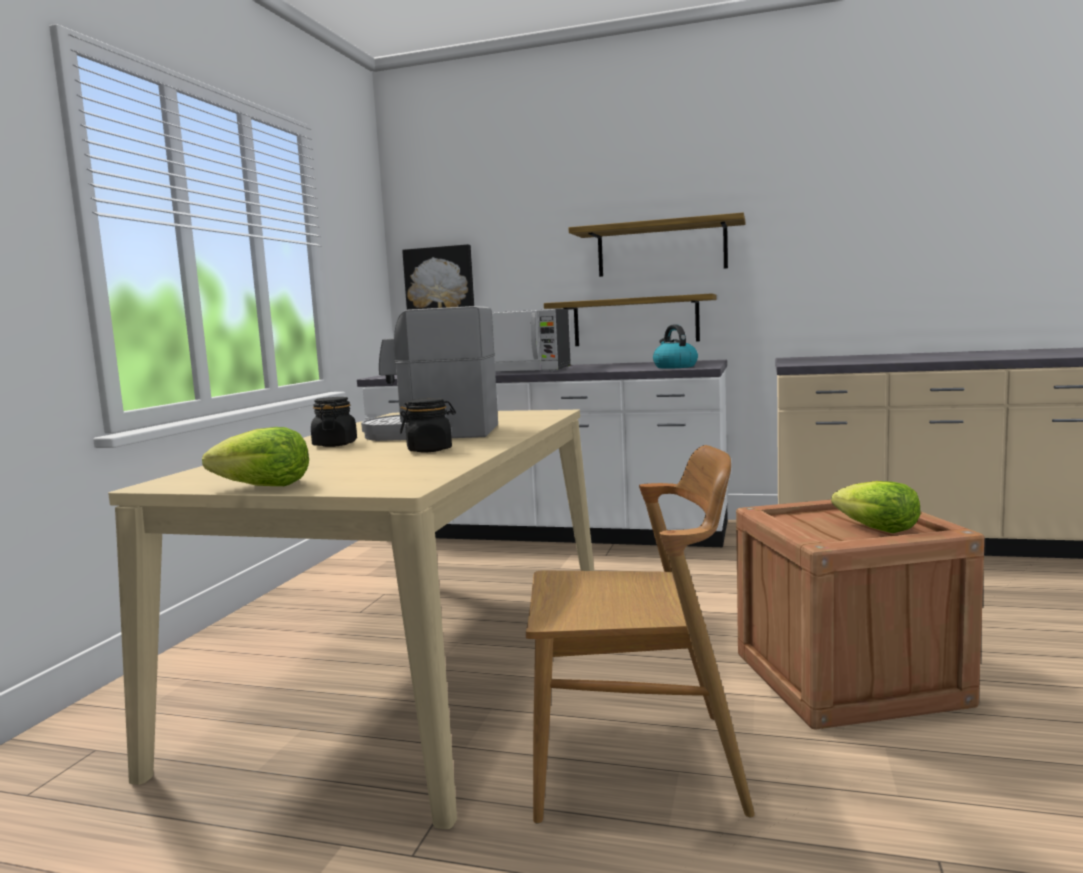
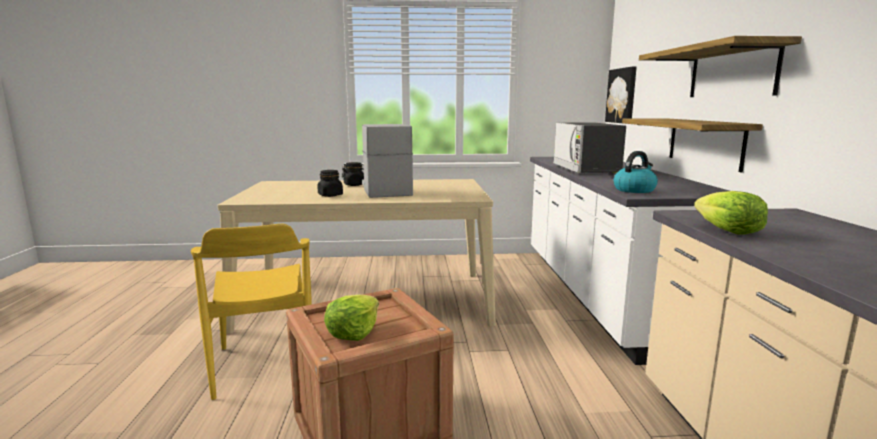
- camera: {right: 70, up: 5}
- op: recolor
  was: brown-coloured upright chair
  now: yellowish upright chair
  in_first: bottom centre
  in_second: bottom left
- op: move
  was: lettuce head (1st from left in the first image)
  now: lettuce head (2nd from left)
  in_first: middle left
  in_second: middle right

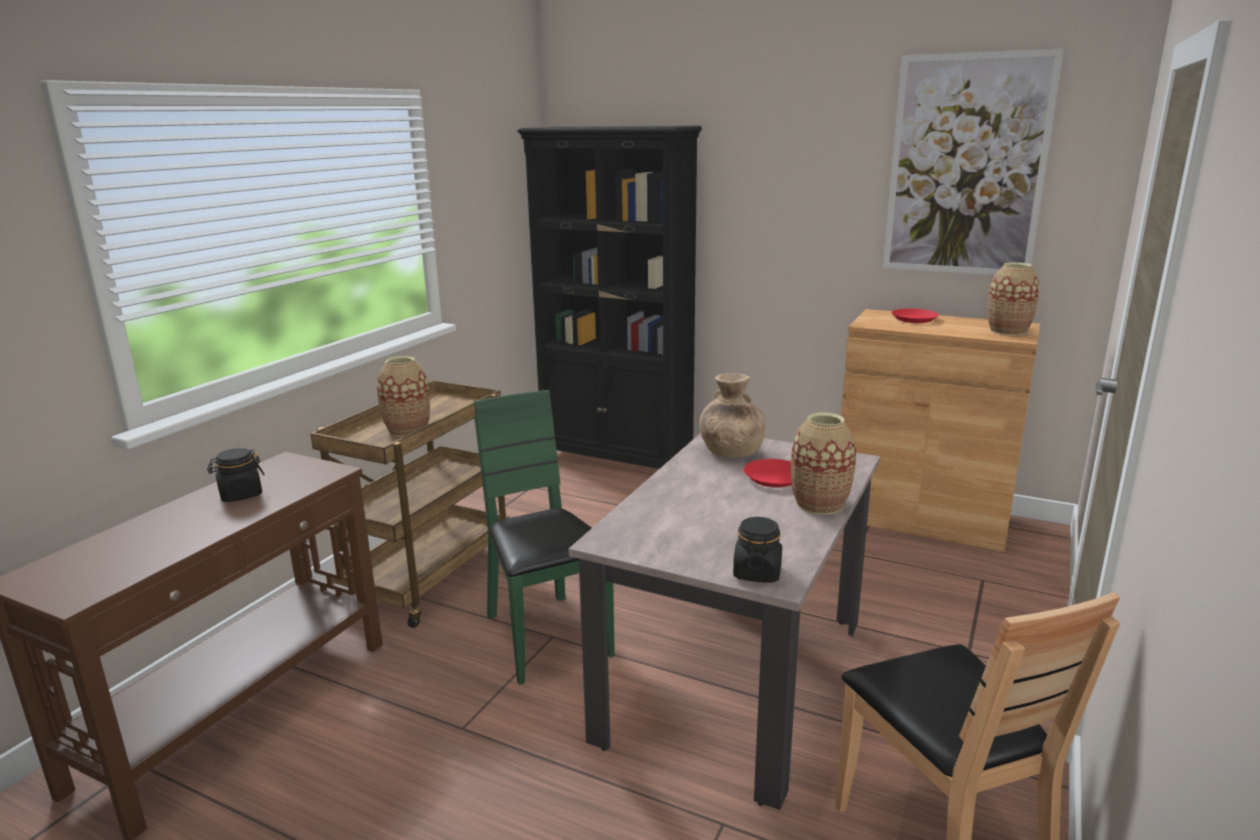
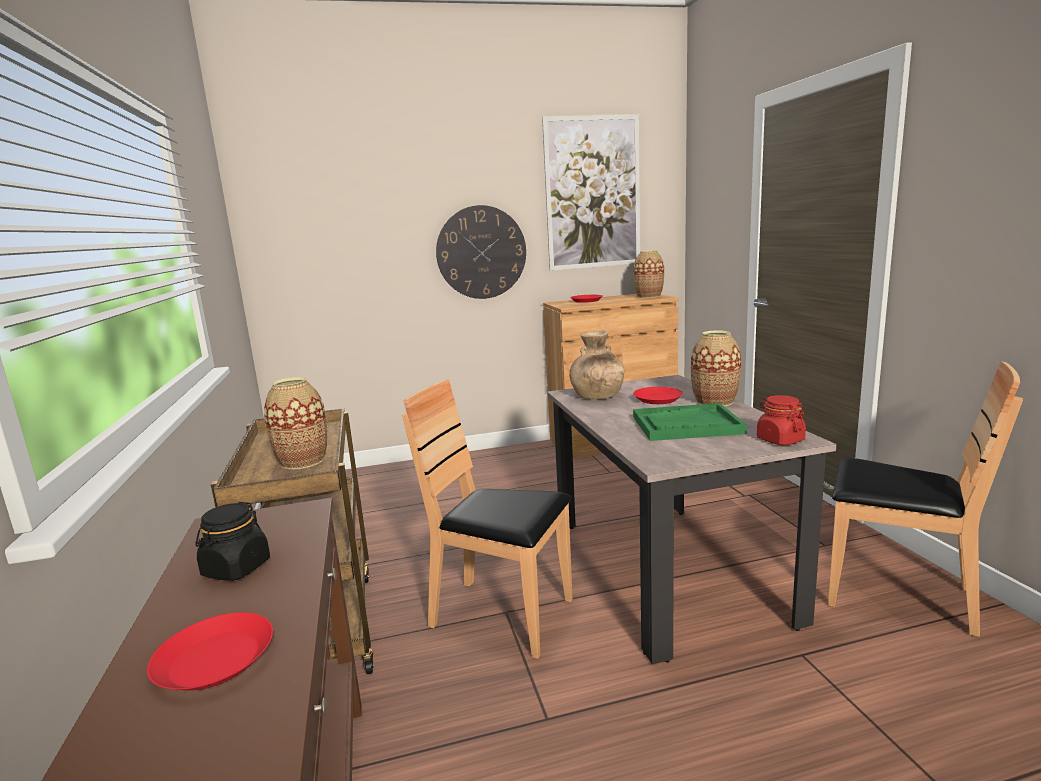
- camera: {right: -40, up: -5}
- op: insert
  now: red-coloured plate (1st from left)
  in_second: bottom left
- op: recolor
  was: green-coloured upright chair
  now: brown-coloured upright chair (1st from left)
  in_first: centre
  in_second: centre
- op: insert
  now: hanging clock
  in_second: top centre
- op: insert
  now: green-coloured carrying tray
  in_second: centre
- op: recolor
  was: black-coloured preserve jar (2nd from left)
  now: red-coloured preserve jar
  in_first: centre
  in_second: middle right
- op: delete
  was: black-coloured bookshelf
  in_first: centre

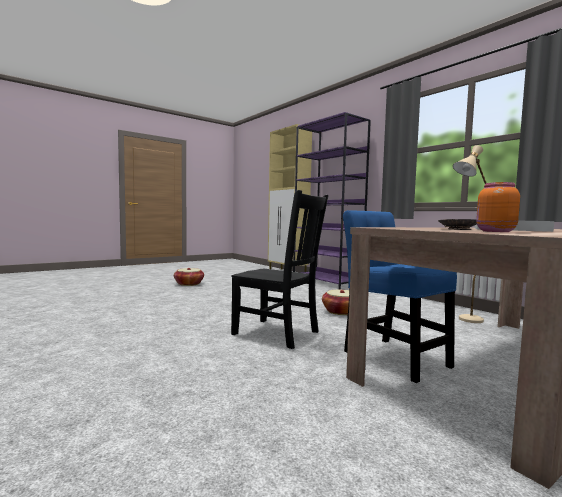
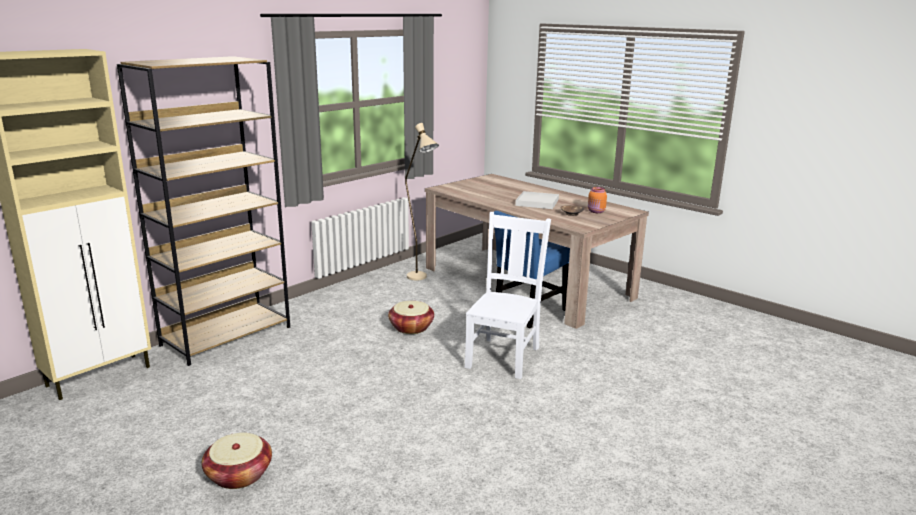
- camera: {right: -100, up: 15}
- op: recolor
  was: purplish bookshelf
  now: brown-coloured bookshelf
  in_first: centre
  in_second: middle left
- op: recolor
  was: black-coloured upright chair
  now: white upright chair
  in_first: centre
  in_second: centre

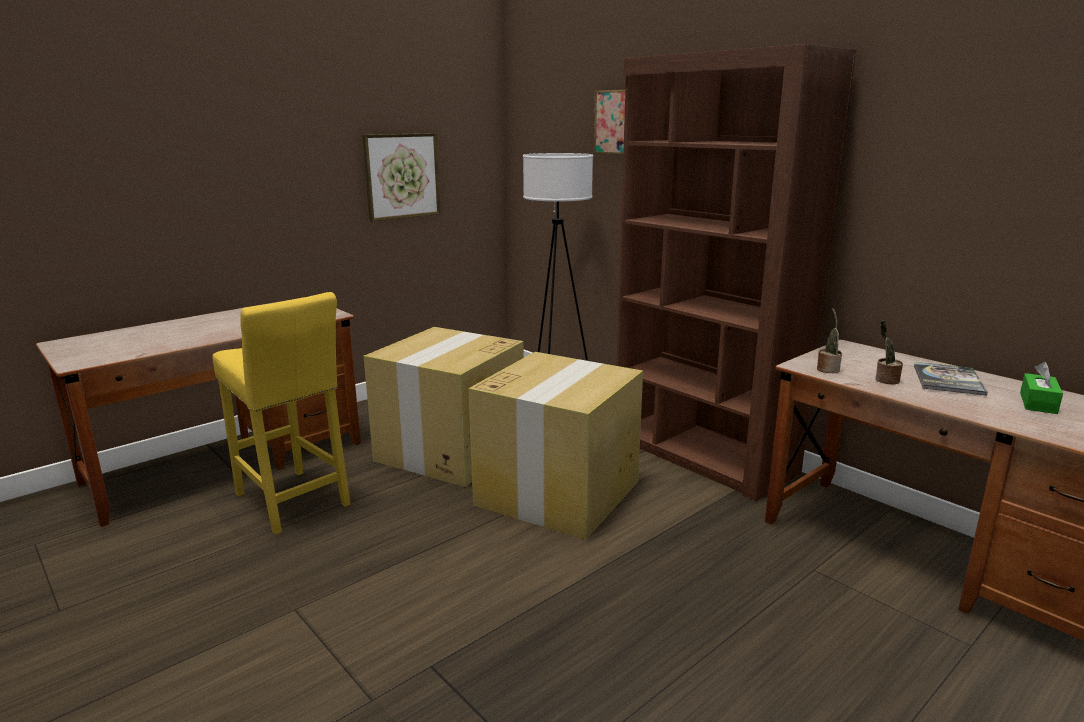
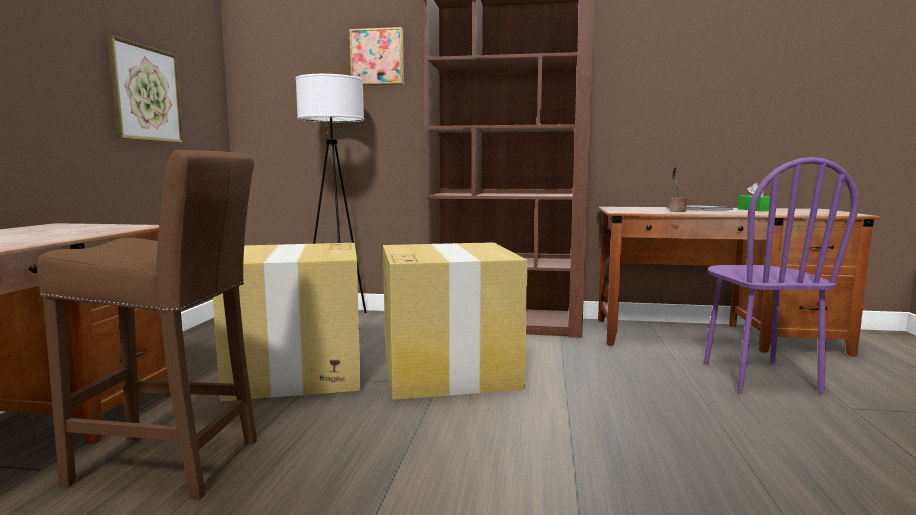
- camera: {right: -40, up: -10}
- op: recolor
  was: yellowish stool
  now: brown-coloured stool
  in_first: middle left
  in_second: middle left
- op: insert
  now: purplish upright chair
  in_second: middle right
- op: delete
  was: plant in a pot (1st from left)
  in_first: middle right

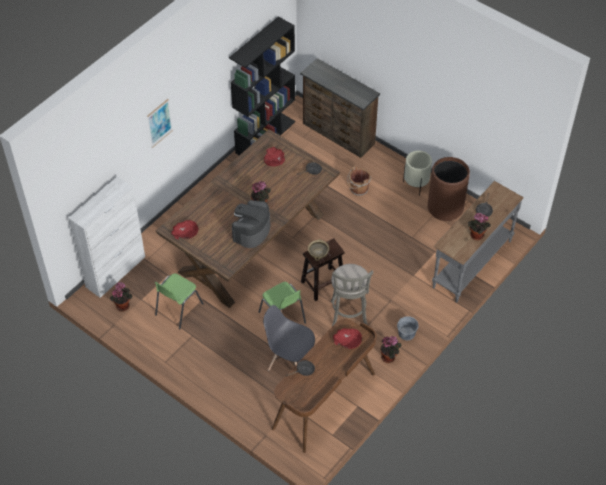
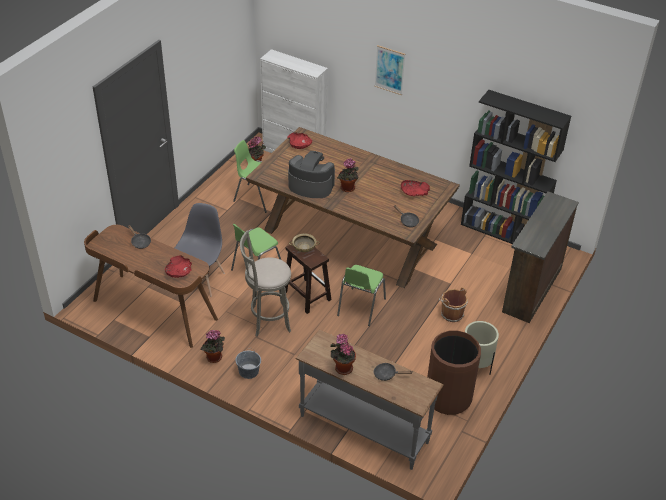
- camera: {right: 80, up: -10}
- op: insert
  now: green-coloured upright chair (3rd from left)
  in_second: centre

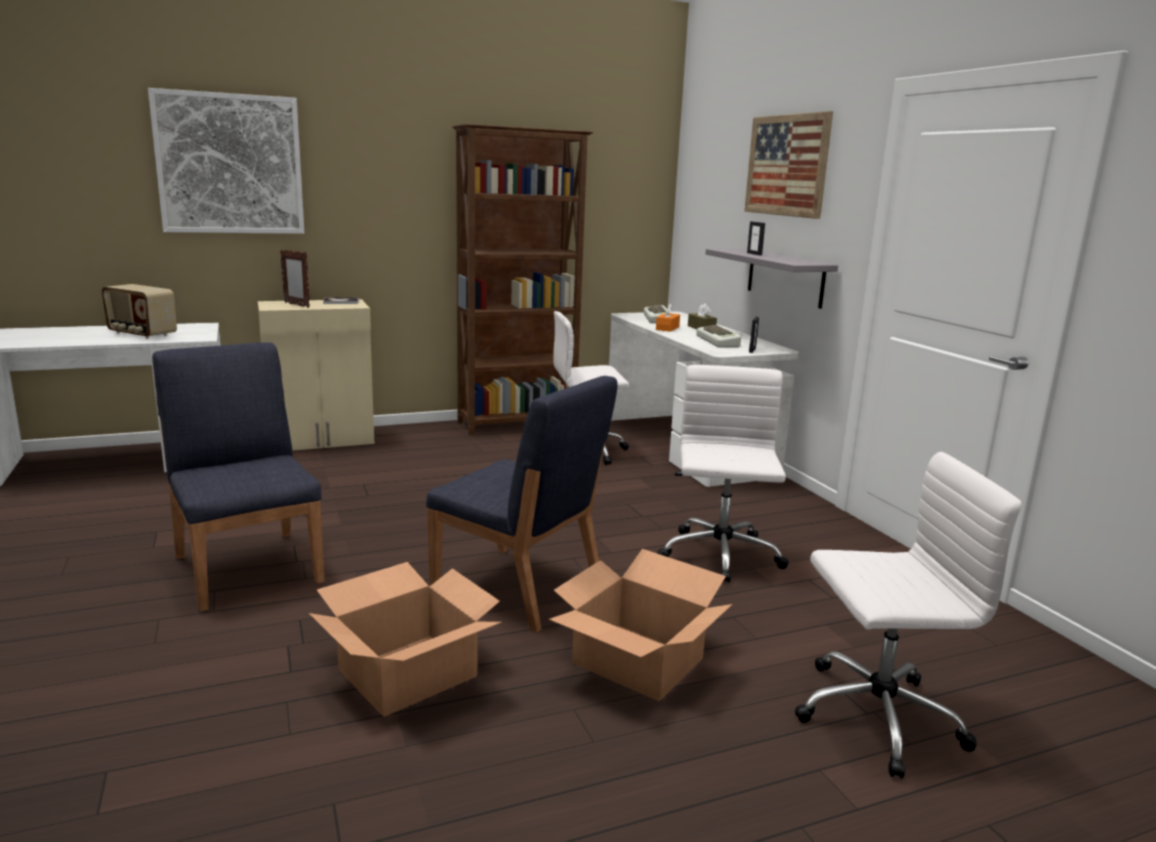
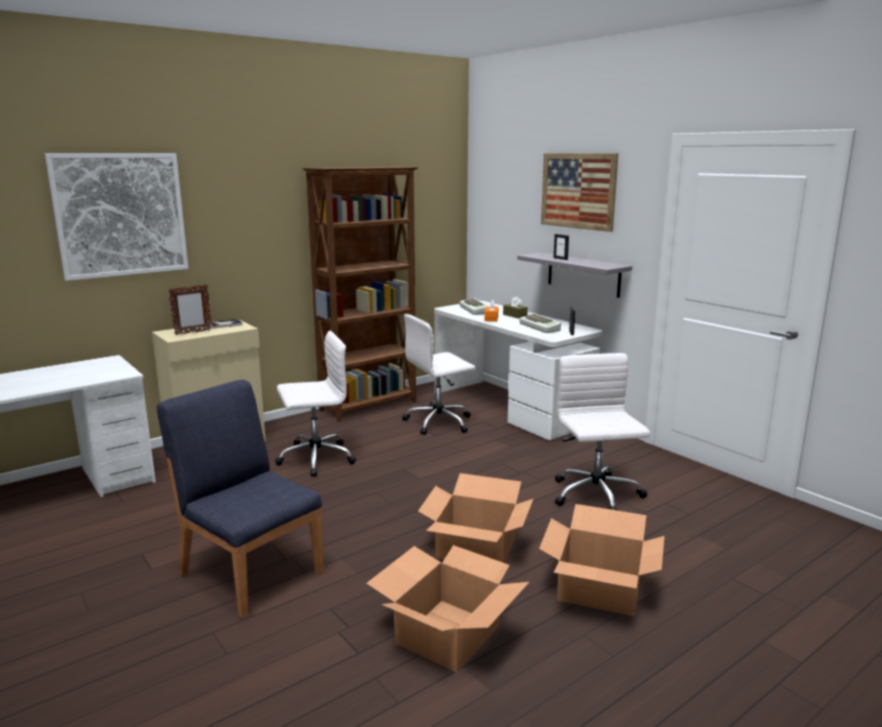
- camera: {right: -15, up: 0}
- op: rotate
  was: picture frame (1st from left)
  in_first: top left
  in_second: middle left
  clockwise: -60
- op: move
  was: white desk chair (3rd from left in the first image)
  now: white desk chair (1st from left)
  in_first: bottom right
  in_second: centre
- op: replace
  was: bluish upright chair (2nd from left)
  now: packing box (2nd from left)
  in_first: centre
  in_second: bottom centre
- op: delete
  was: radio set
  in_first: middle left

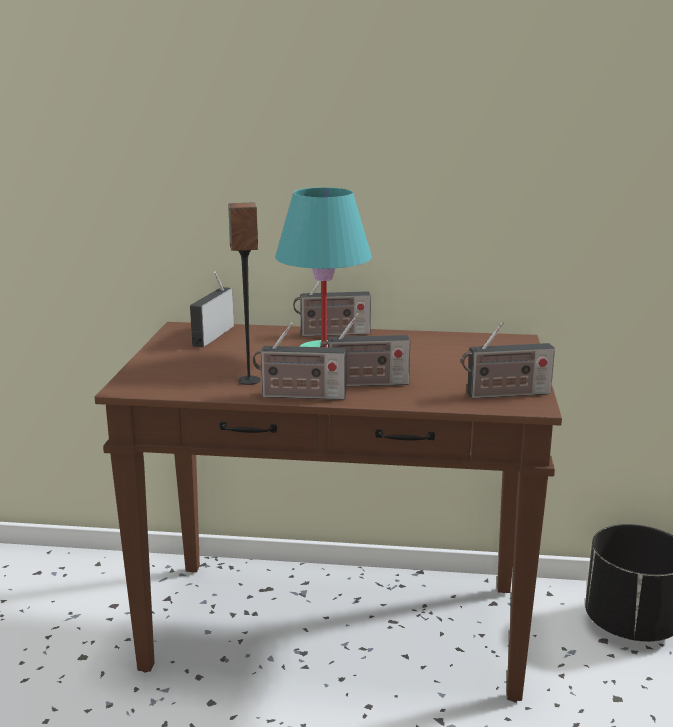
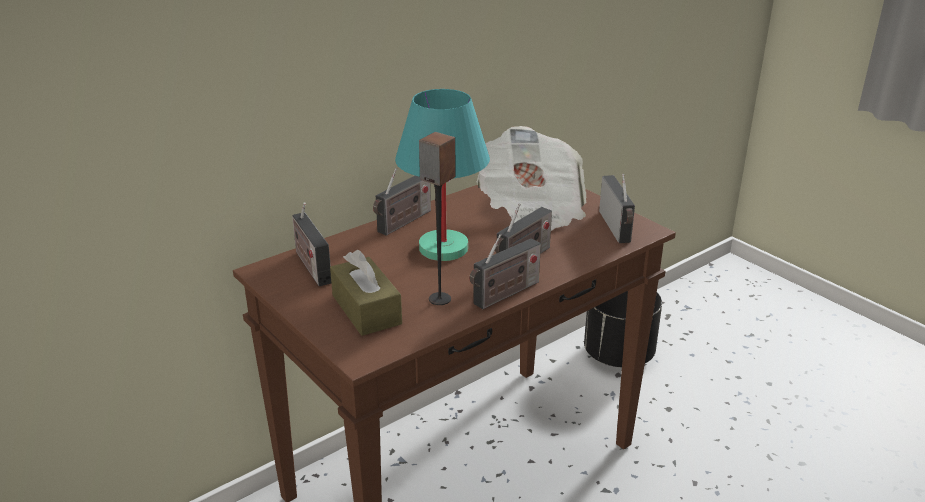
- camera: {right: -45, up: 10}
- op: insert
  now: brown-coloured tissue box
  in_second: centre
- op: insert
  now: daily paper
  in_second: centre
- op: rotate
  was: radio set (5th from left)
  in_first: middle right
  in_second: middle right
  clockwise: -45

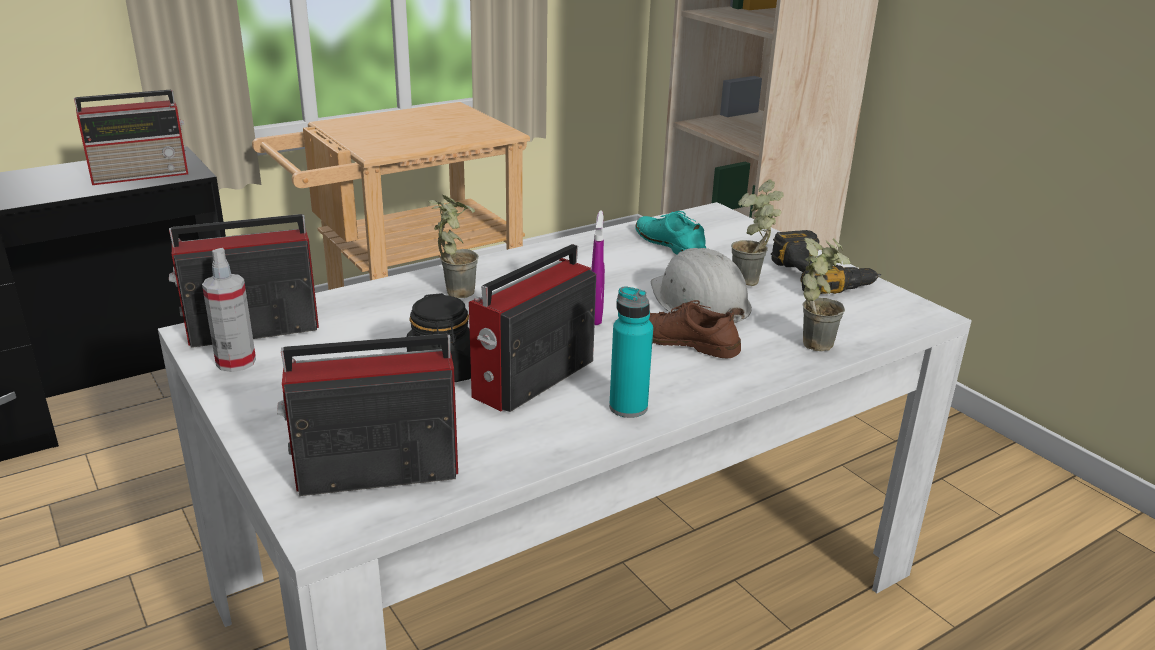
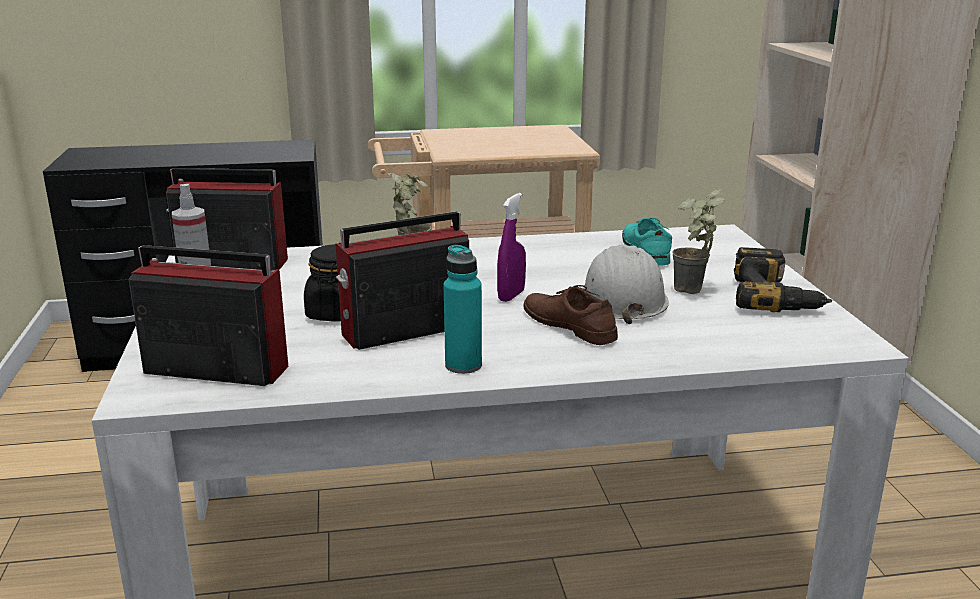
- camera: {right: 25, up: -5}
- op: delete
  was: radio set (1st from left)
  in_first: top left
- op: delete
  was: plant in a pot (3rd from left)
  in_first: middle right

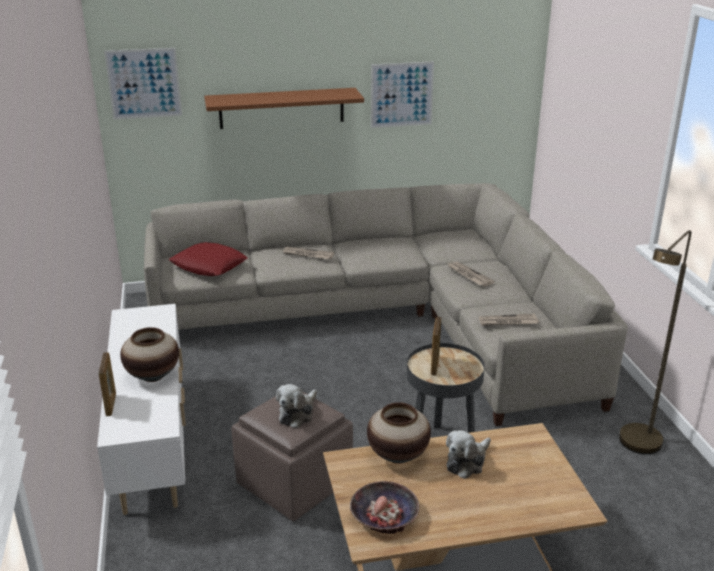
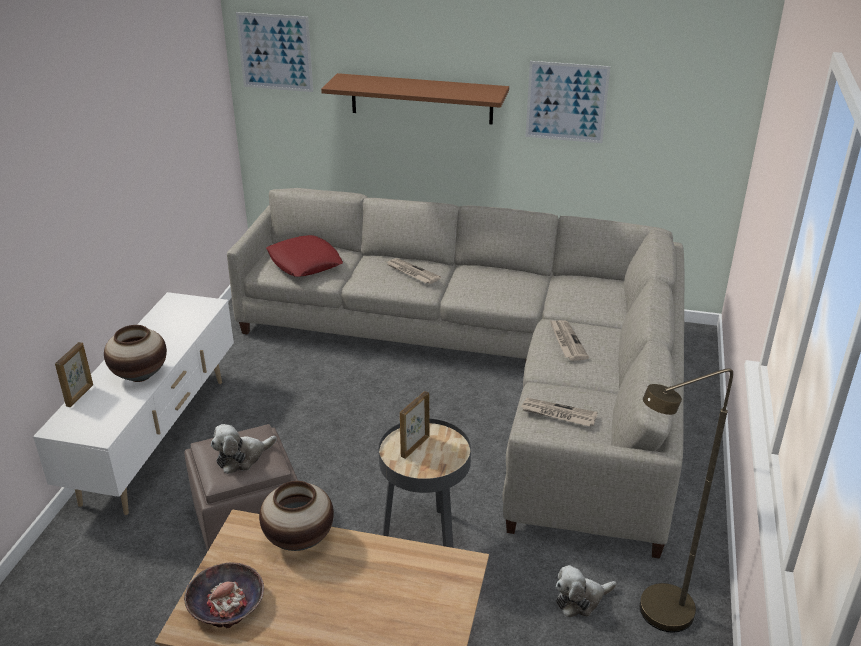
- camera: {right: 25, up: 5}
- op: move
  was: soft toy (2nd from left)
  in_first: bottom centre
  in_second: bottom right

